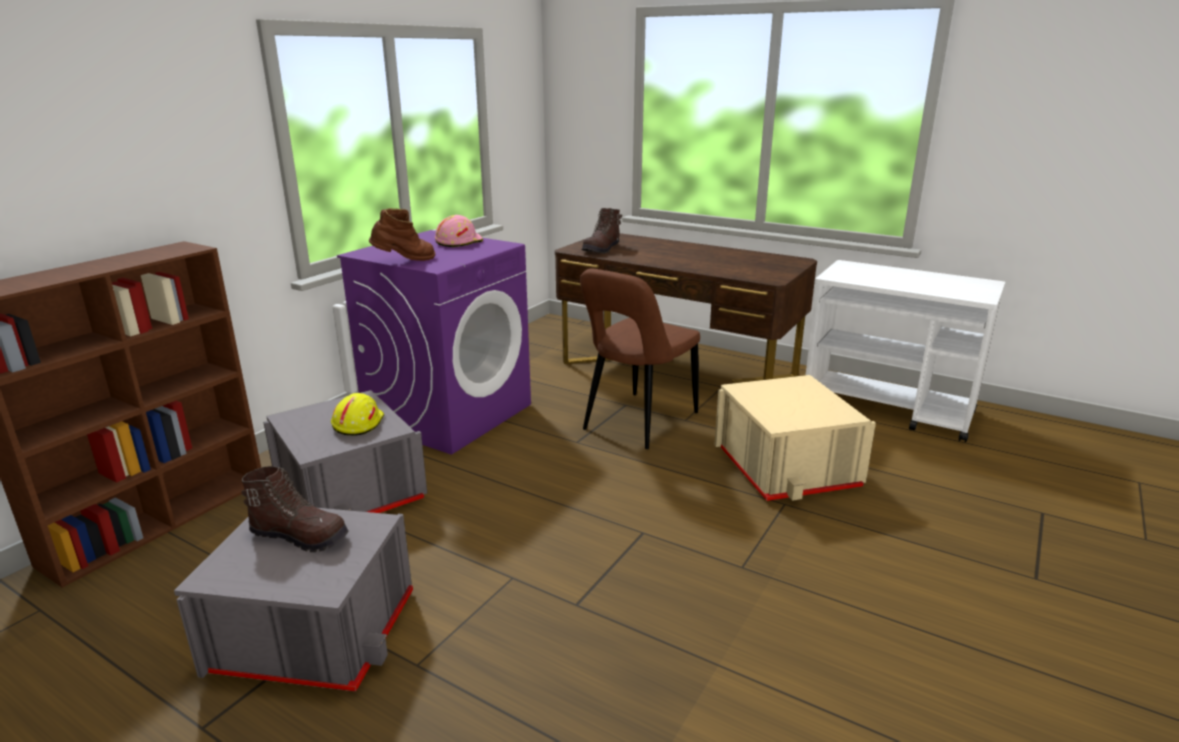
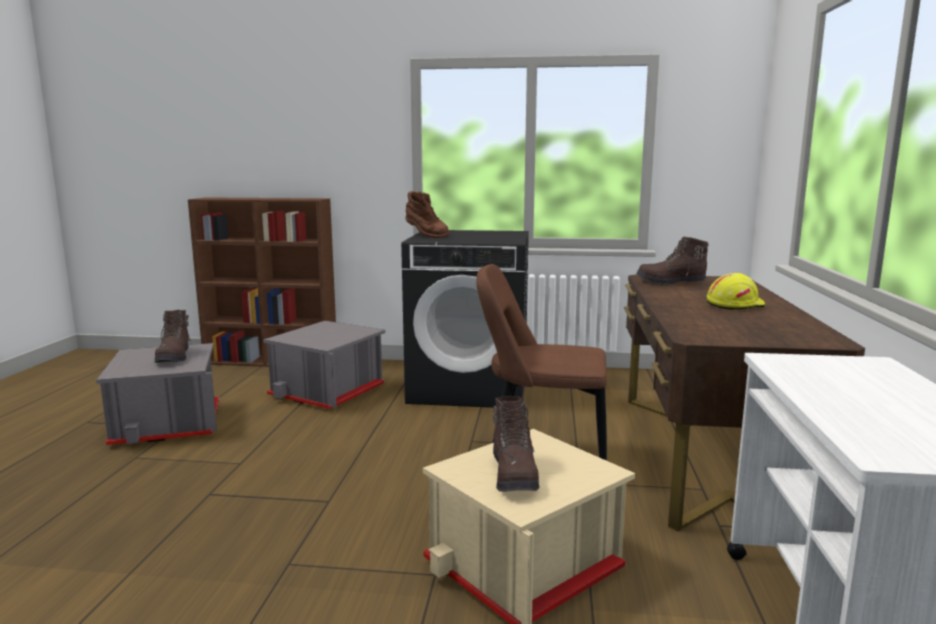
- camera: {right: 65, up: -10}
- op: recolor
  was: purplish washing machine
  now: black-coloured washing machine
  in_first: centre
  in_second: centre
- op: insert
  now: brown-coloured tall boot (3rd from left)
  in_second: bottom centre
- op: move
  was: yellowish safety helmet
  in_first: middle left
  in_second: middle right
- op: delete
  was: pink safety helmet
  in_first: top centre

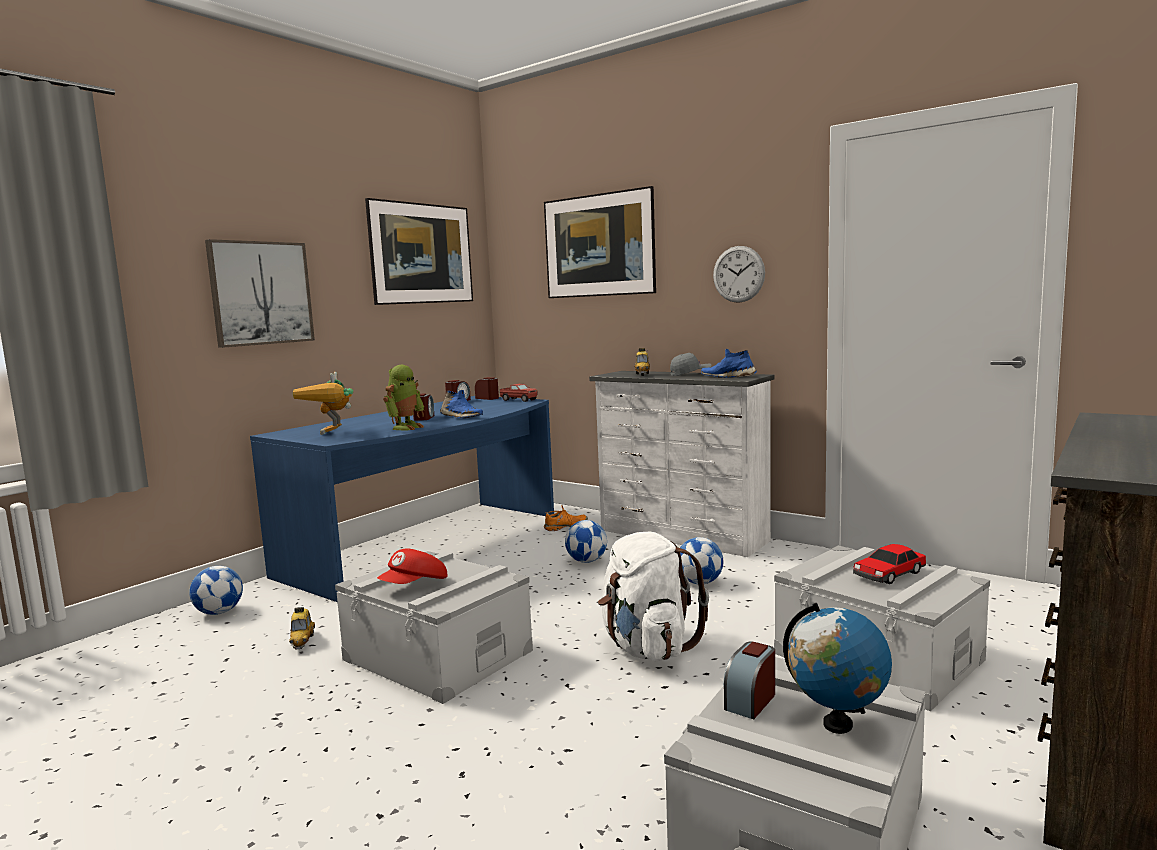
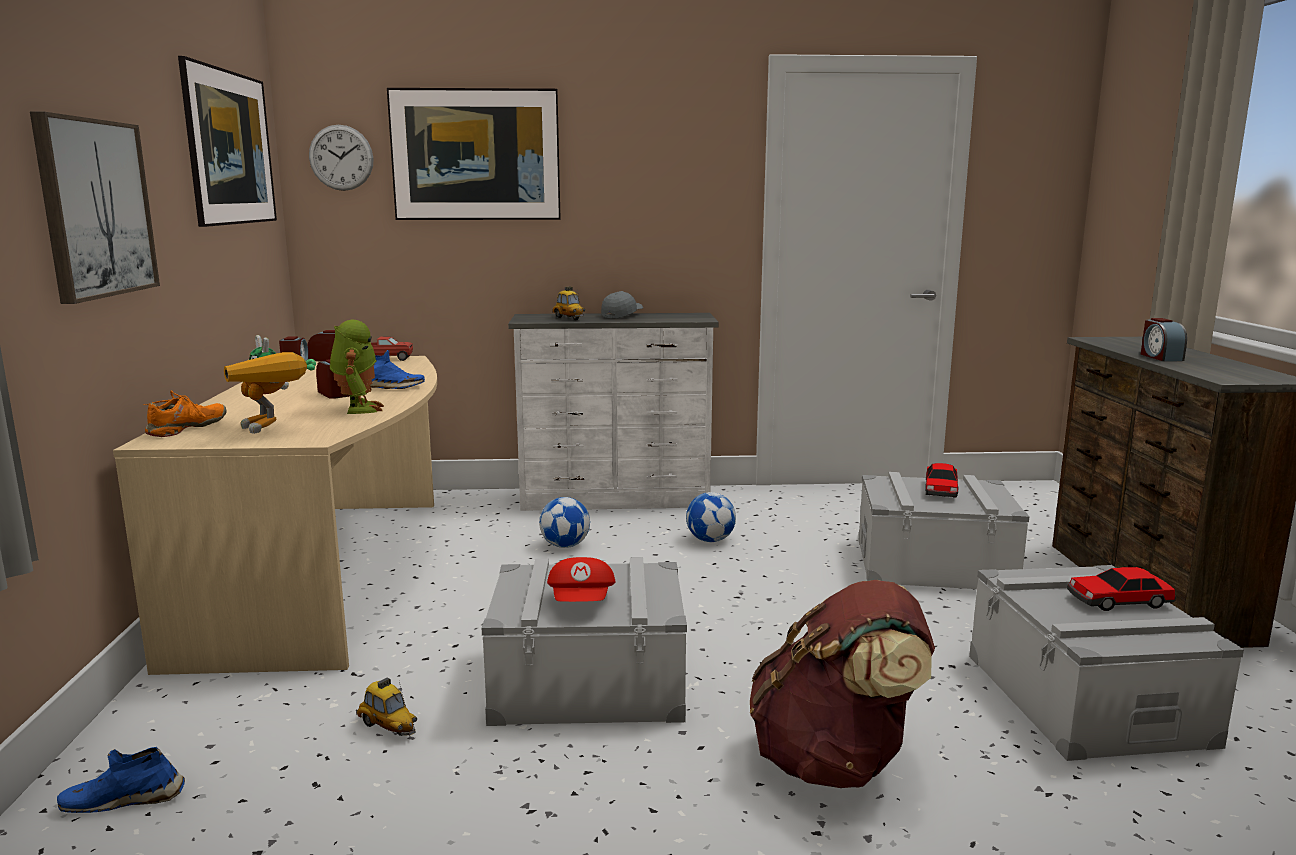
- camera: {right: -40, up: 5}
- op: move
  was: bluish shoe (2nd from left in the first image)
  now: bluish shoe (1st from left)
  in_first: centre
  in_second: bottom left
- op: recolor
  was: bluish desk table
  now: beige-coloured desk table
  in_first: centre
  in_second: middle left
- op: move
  was: orange shoe
  in_first: centre
  in_second: middle left
- op: move
  was: hanging clock
  in_first: top centre
  in_second: top left
- op: insert
  now: brown-coloured rucksack
  in_second: bottom centre
- op: replace
  was: world globe
  now: miniature car (4th from left)
  in_first: bottom right
  in_second: bottom right
- op: move
  was: table clock (4th from left)
  in_first: bottom centre
  in_second: middle right
- op: delete
  was: football ball (1st from left)
  in_first: bottom left
- op: delete
  was: white rucksack
  in_first: bottom centre

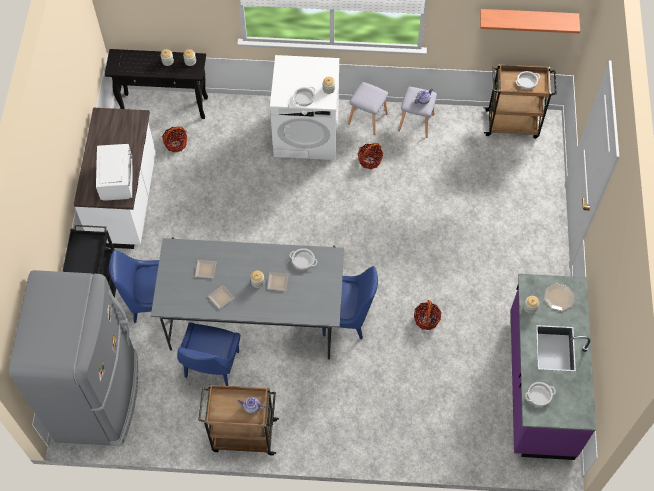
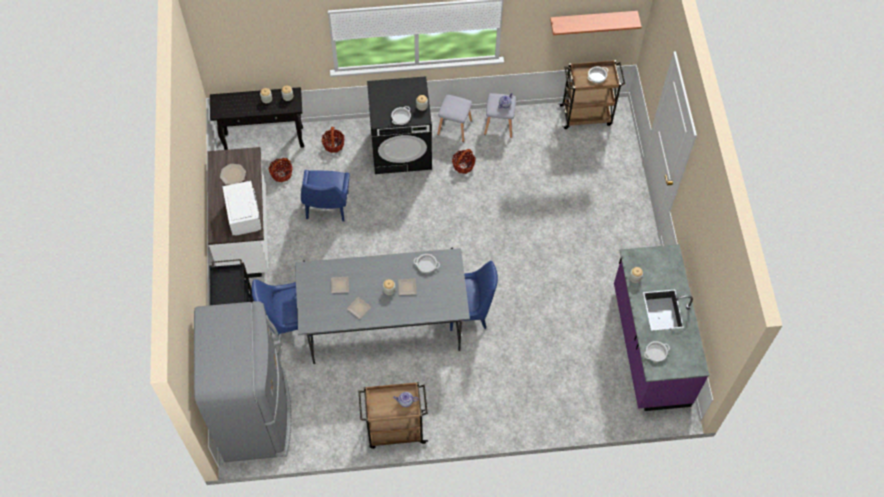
- camera: {right: -10, up: 0}
- op: move
  was: plate (4th from left in the first image)
  now: plate (1st from left)
  in_first: middle right
  in_second: middle left
- op: move
  was: bluish upright chair (2nd from left)
  in_first: bottom left
  in_second: centre
- op: move
  was: household basket (3rd from left in the first image)
  now: household basket (2nd from left)
  in_first: centre
  in_second: top centre
- op: recolor
  was: white washing machine
  now: black-coloured washing machine
  in_first: top centre
  in_second: top centre

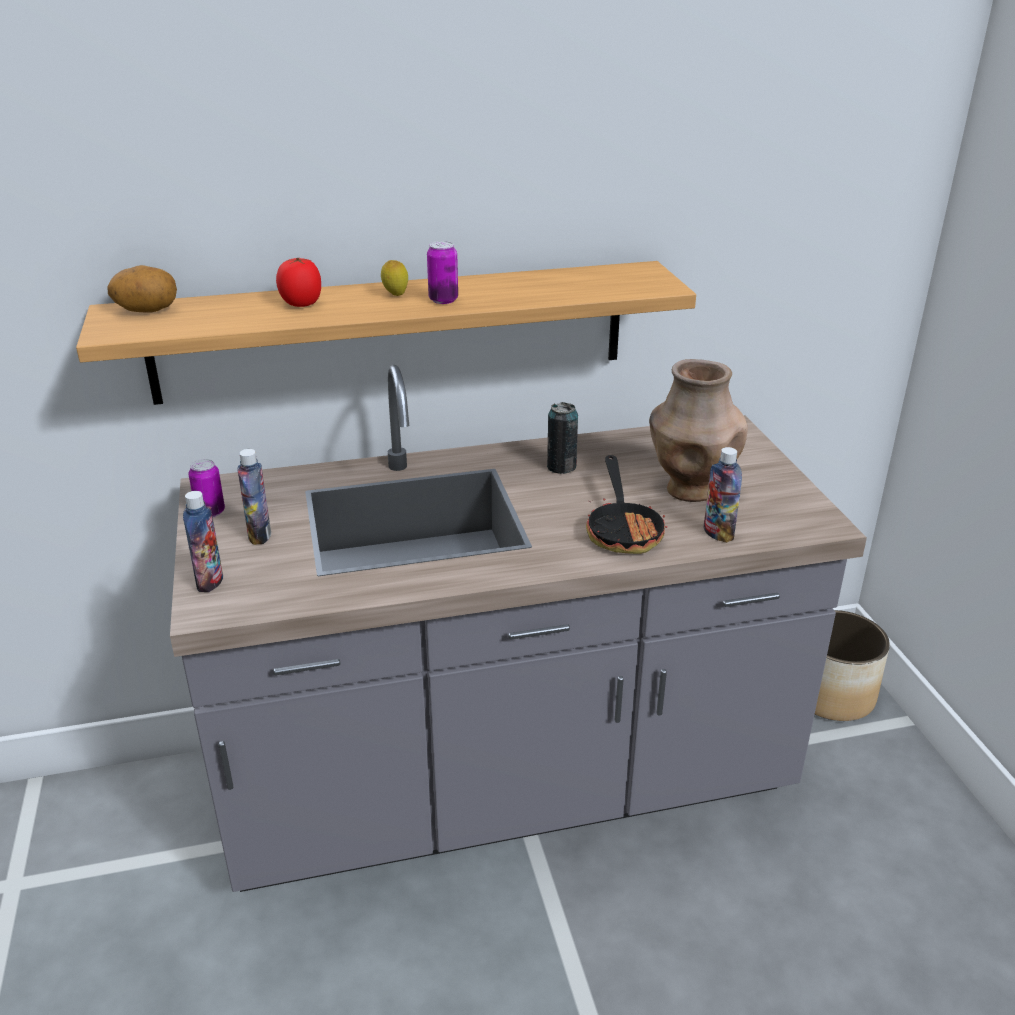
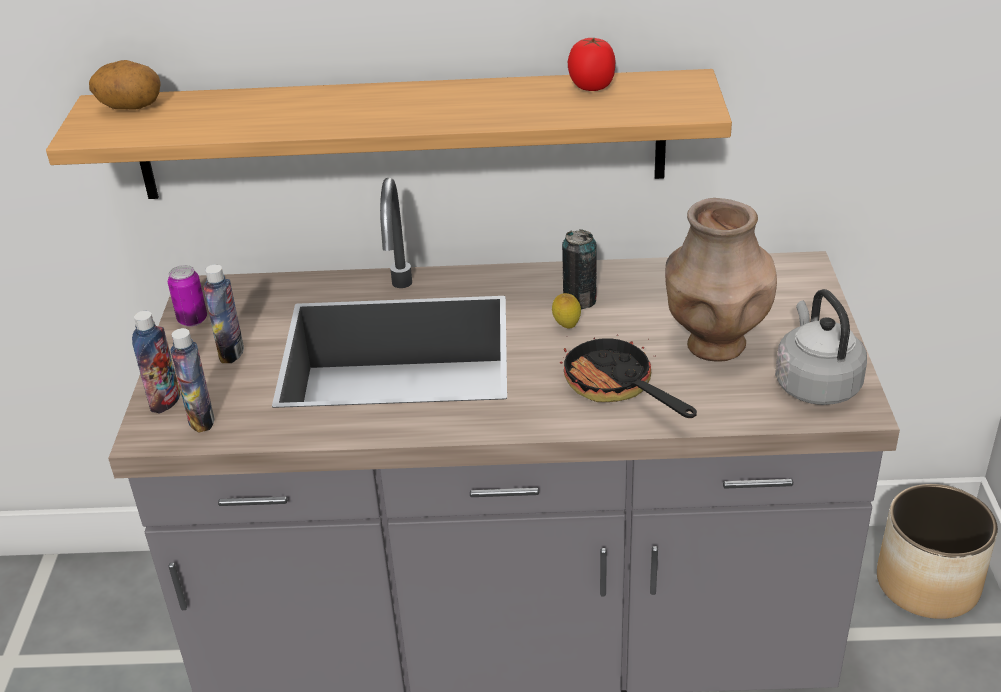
- camera: {right: 15, up: 5}
- op: move
  was: beverage bottle (3rd from left in the first image)
  now: beverage bottle (2nd from left)
  in_first: middle right
  in_second: middle left
- op: move
  was: whole lemon
  in_first: top centre
  in_second: centre
- op: rotate
  was: skillet
  in_first: centre
  in_second: centre
  clockwise: 135
- op: move
  was: whole tomato
  in_first: top left
  in_second: top centre
- op: insert
  now: grey tea kettle
  in_second: middle right
- op: delete
  was: can (2nd from left)
  in_first: top centre

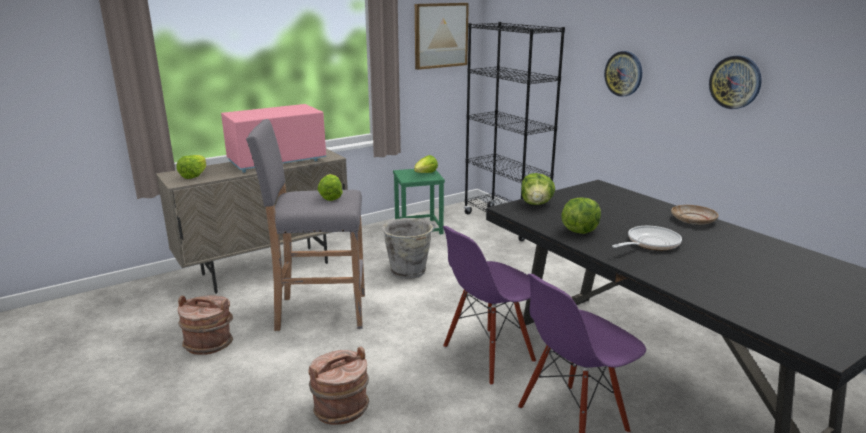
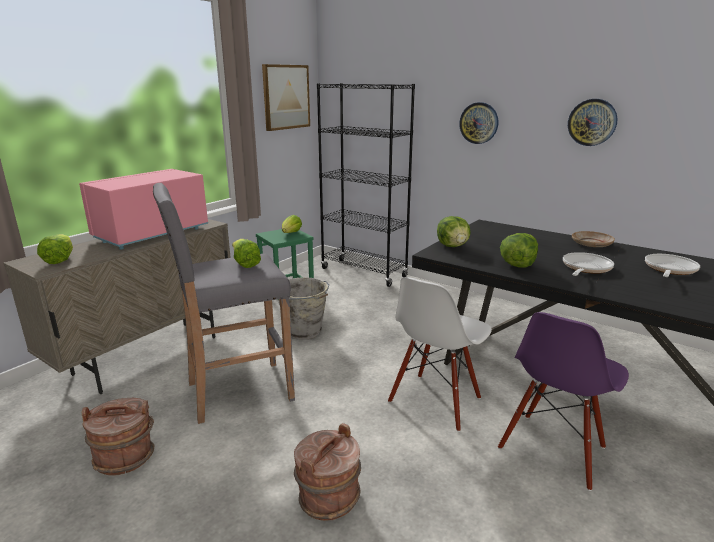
- camera: {right: -20, up: 0}
- op: recolor
  was: purplish upright chair (1st from left)
  now: white upright chair
  in_first: bottom centre
  in_second: centre
- op: insert
  now: skillet (2nd from left)
  in_second: middle right

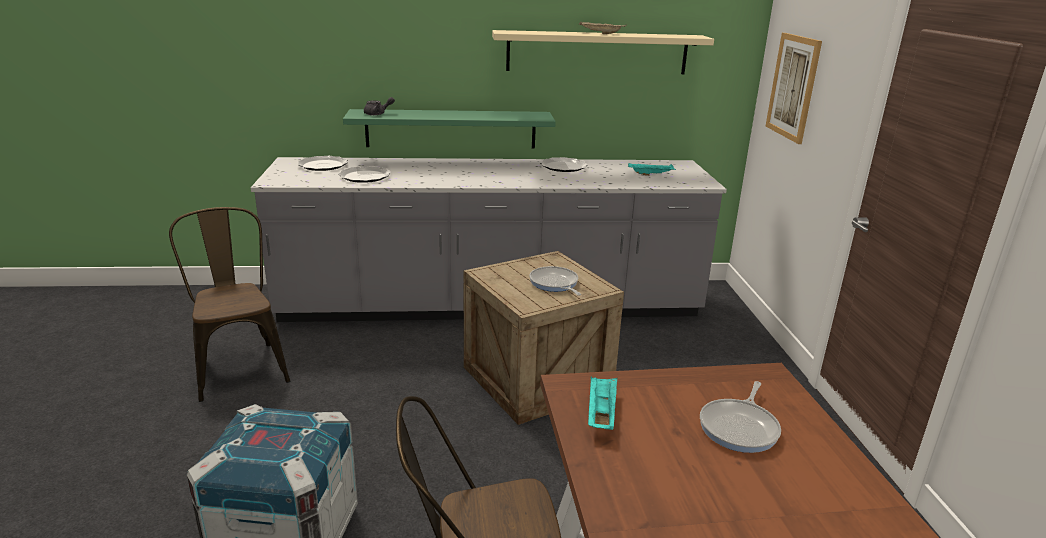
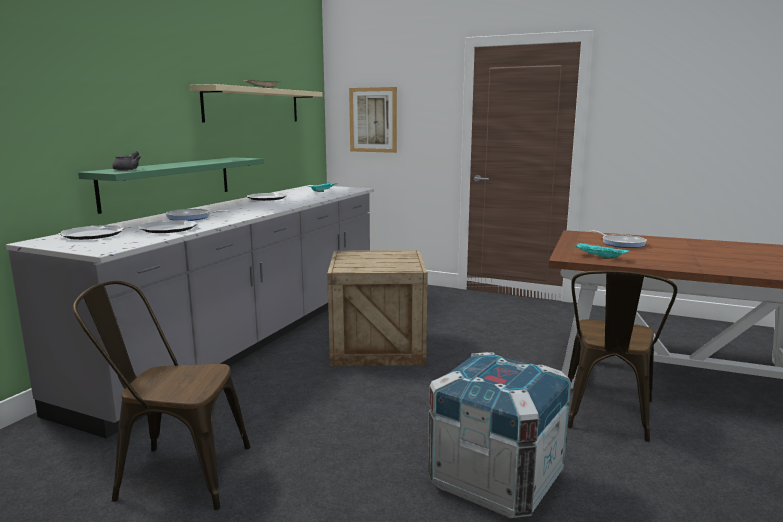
- camera: {right: -60, up: -10}
- op: move
  was: skillet (1st from left)
  in_first: centre
  in_second: middle left

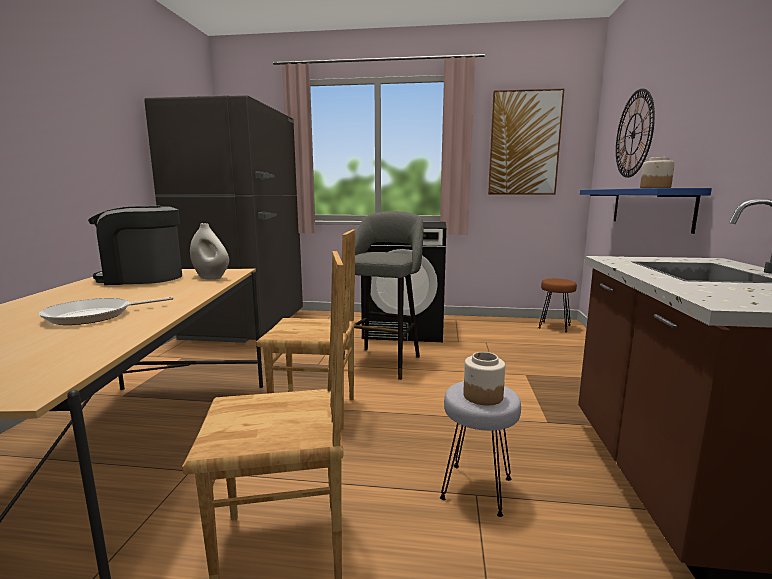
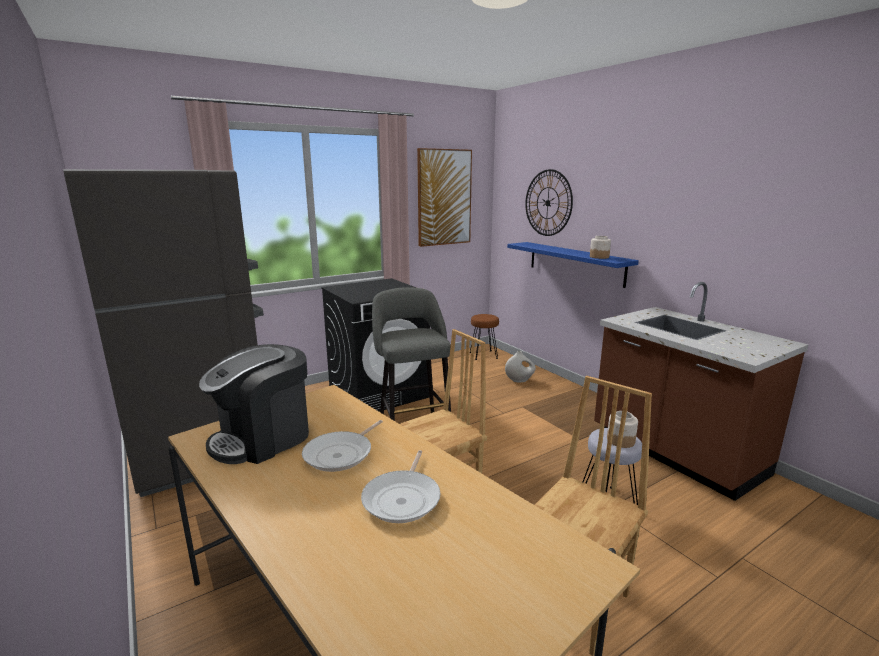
- camera: {right: -40, up: 5}
- op: insert
  now: skillet (1st from left)
  in_second: bottom centre
- op: move
  was: white flower vase
  in_first: middle left
  in_second: centre

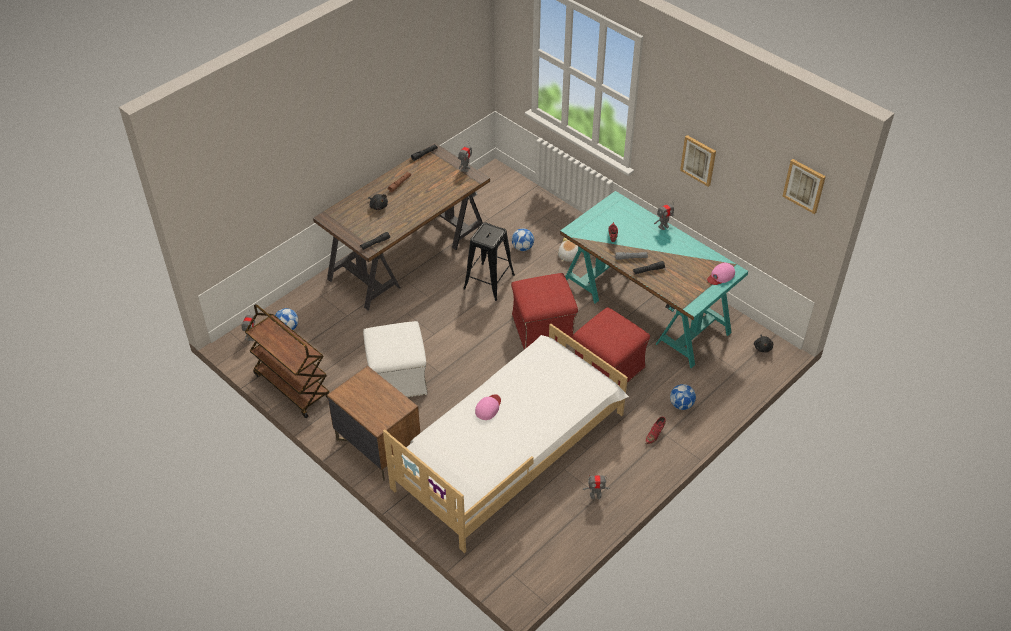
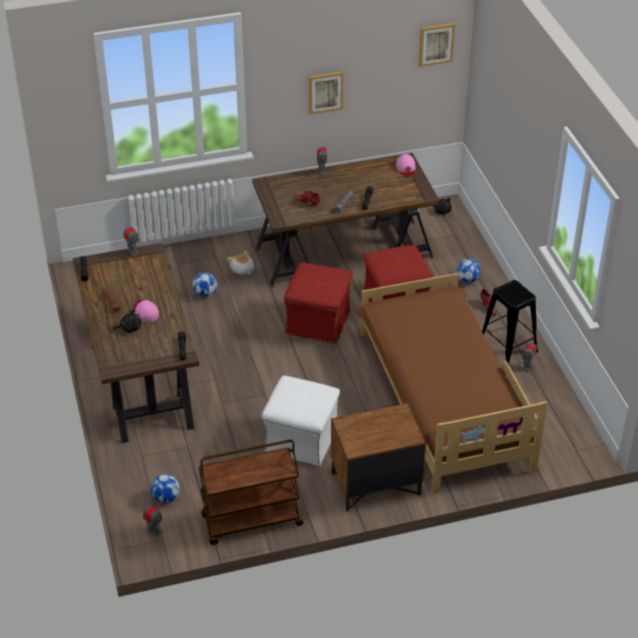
- camera: {right: -60, up: -5}
- op: move
  was: pink cap (1st from left)
  in_first: centre
  in_second: middle left
- op: recolor
  was: turquoise desk table
  now: brown-coloured desk table (2nd from left)
  in_first: centre
  in_second: centre
- op: recolor
  was: white bedroom bed
  now: brown-coloured bedroom bed
  in_first: bottom centre
  in_second: middle right
- op: move
  was: black-coloured stool
  in_first: centre
  in_second: middle right

